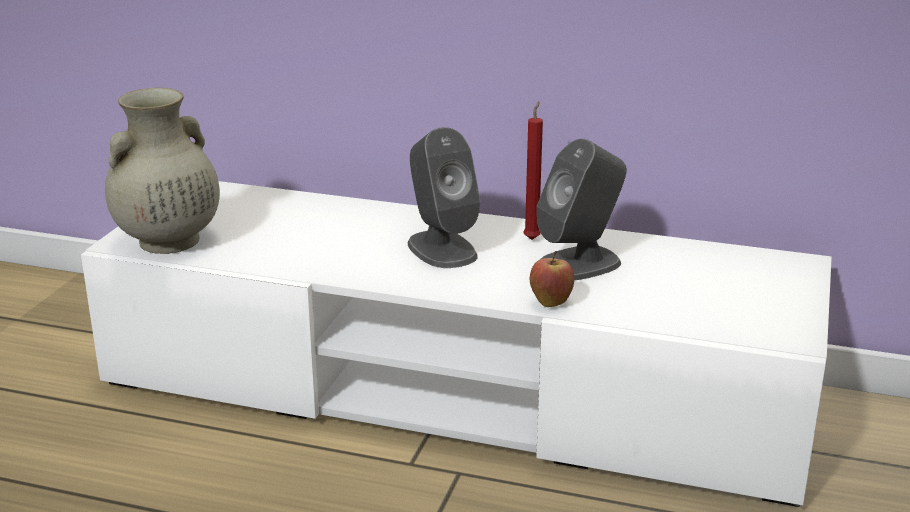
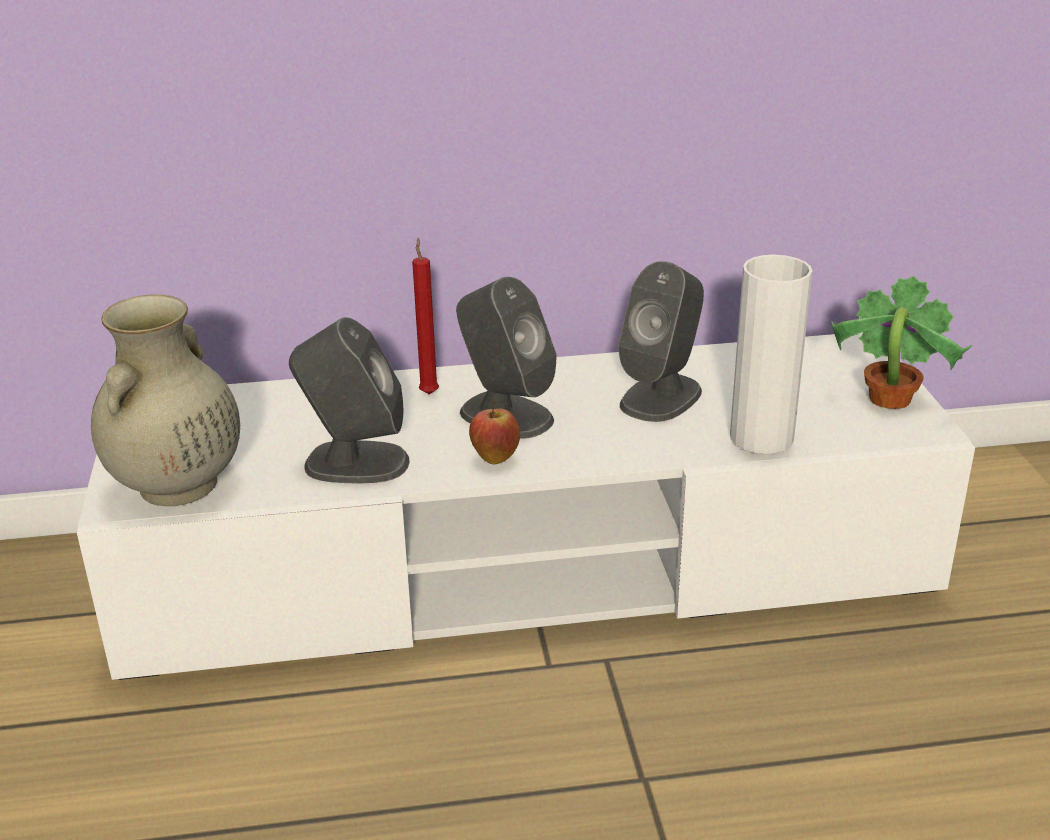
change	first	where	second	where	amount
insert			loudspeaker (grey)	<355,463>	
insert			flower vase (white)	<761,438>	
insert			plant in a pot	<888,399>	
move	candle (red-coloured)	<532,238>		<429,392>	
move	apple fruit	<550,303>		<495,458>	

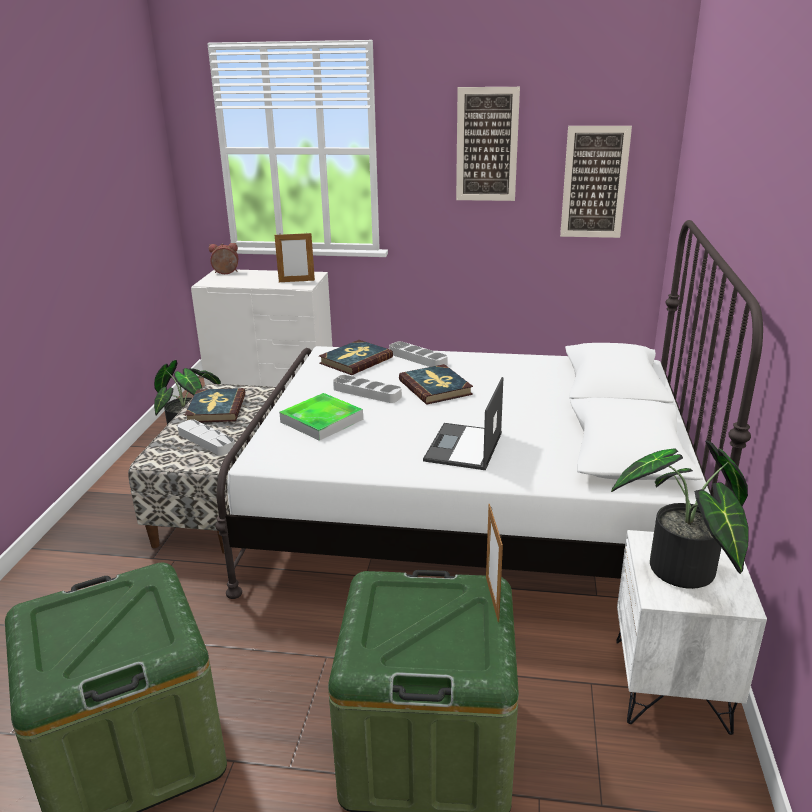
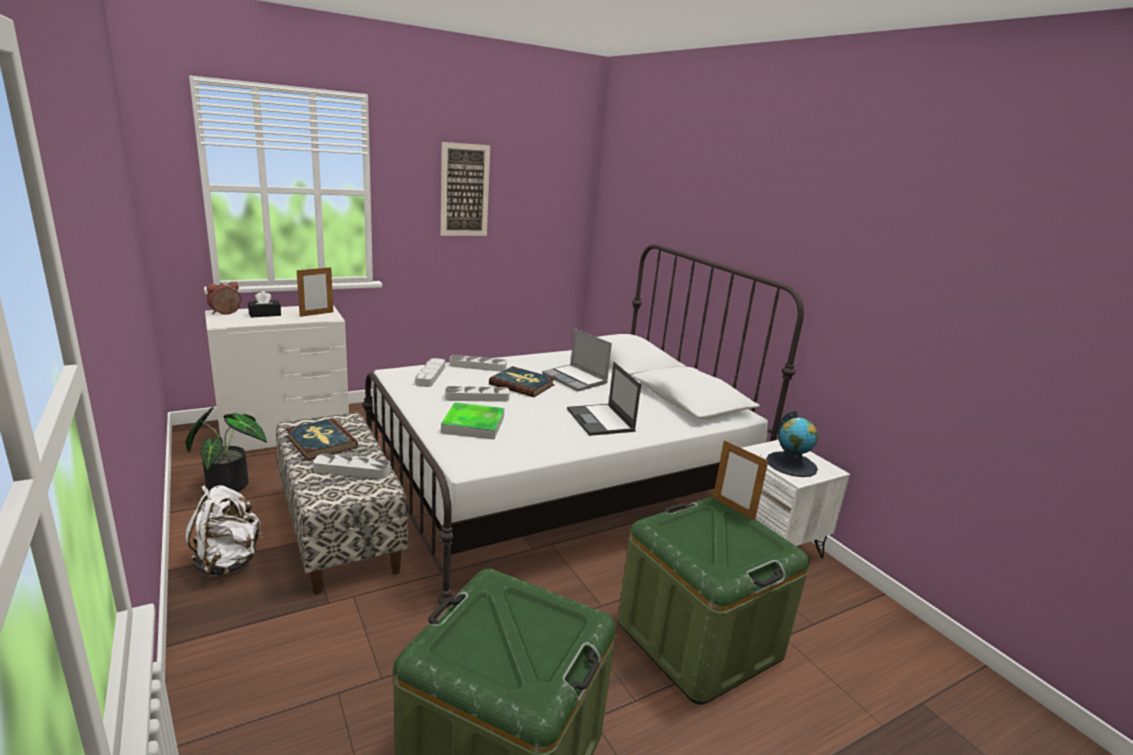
change	first	where	second	where	amount
delete	wall picture	<594,182>			
insert			backpack (white)	<228,561>	
insert			tissue box (black-coloured)	<265,314>	
insert			portable computer	<575,379>	
replace	bound book	<355,360>	serving tray (grey)	<430,375>	
replace	plant in a pot	<681,575>	globe	<791,464>	

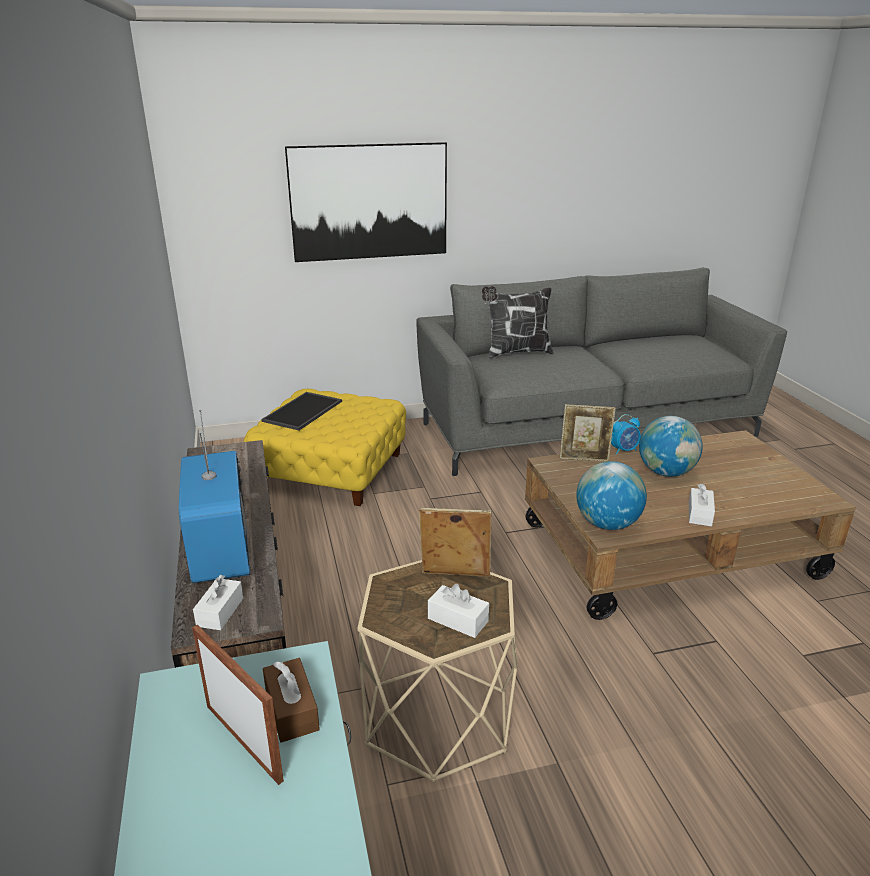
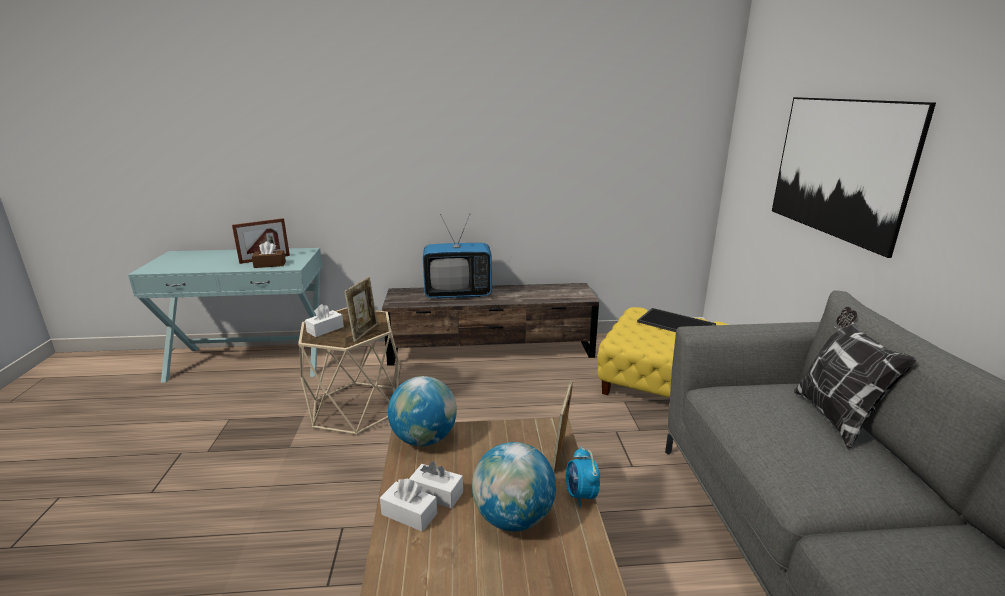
change	first	where	second	where	amount
move	tissue box (white)	<220,612>		<436,493>	

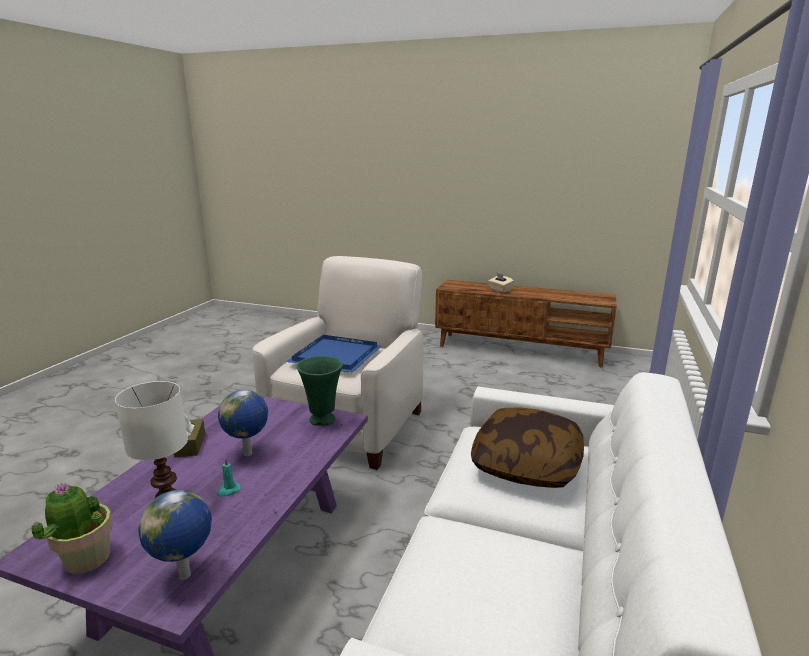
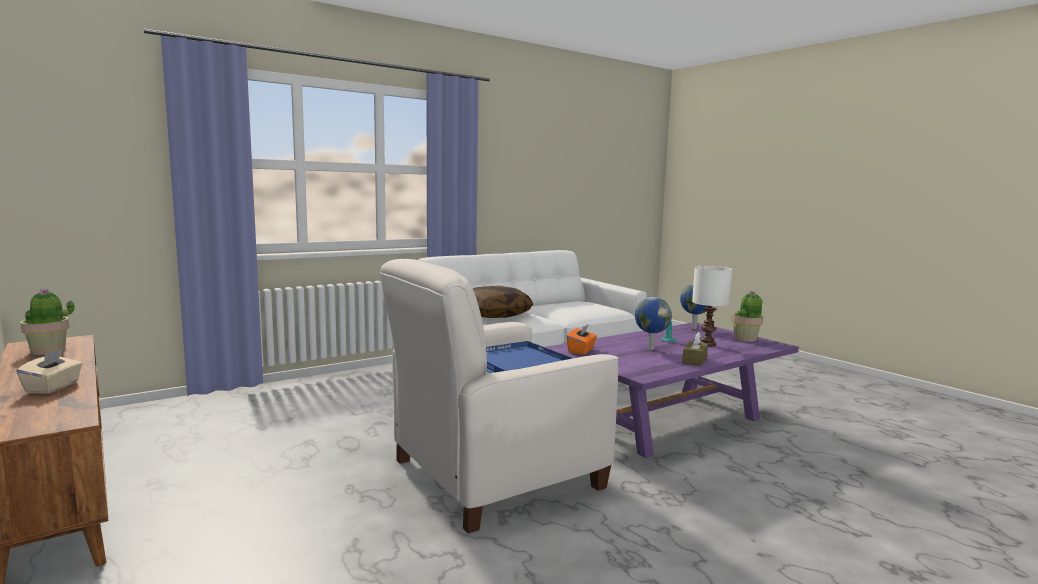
change	first	where	second	where	amount
insert			plant in a pot	<48,351>	
replace	flower vase (green-coloured)	<323,420>	tissue box (orange-coloured)	<581,351>	

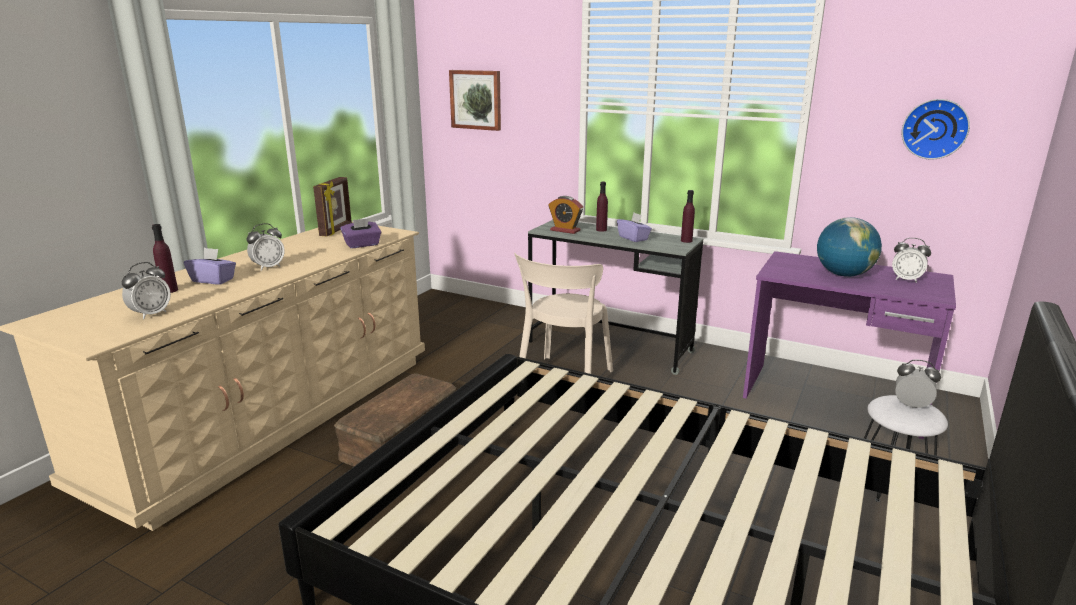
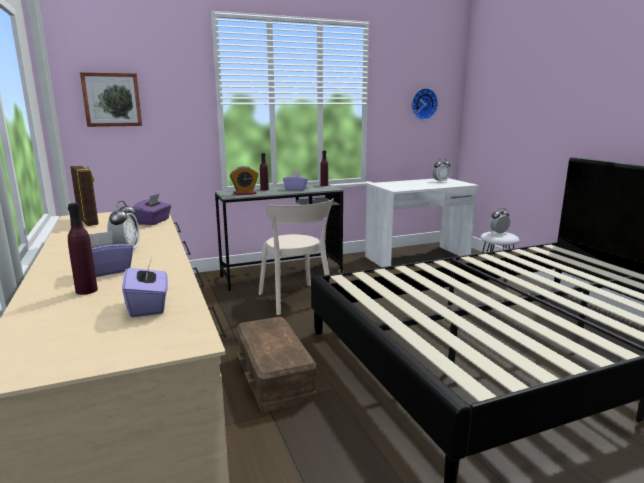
change	first	where	second	where	amount
delete	globe	<843,275>			
replace	alarm clock	<151,314>	tissue box (purple)	<149,306>	
recolor	desk table (purple)	<833,399>	desk table (white)	<418,258>	

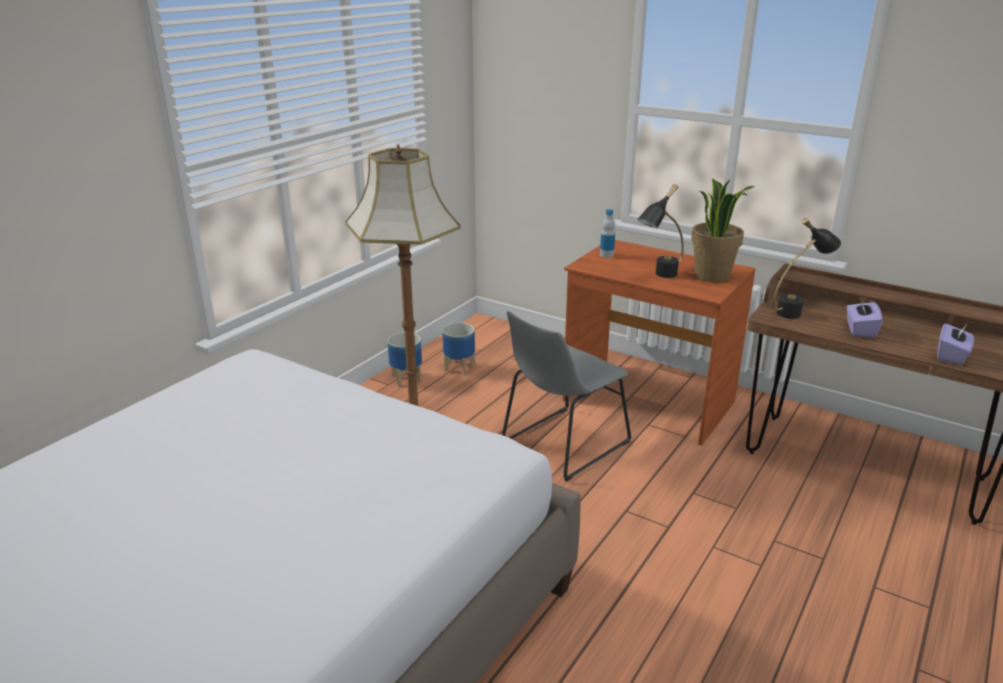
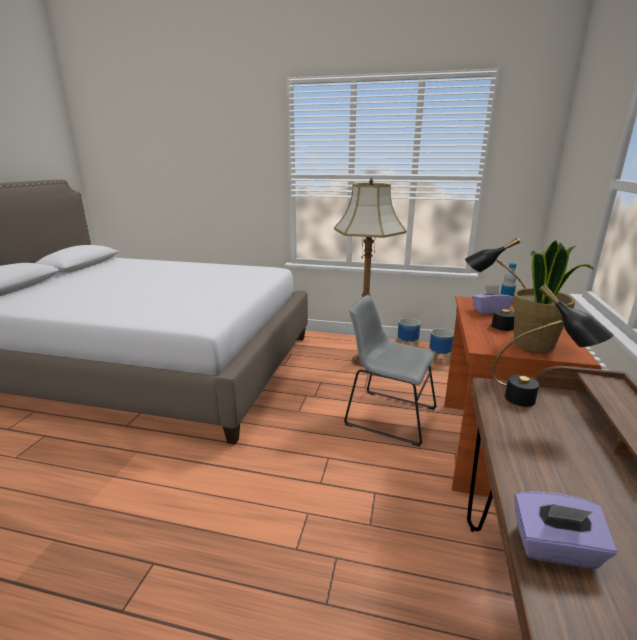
change	first	where	second	where	amount
move	tissue box (purple)	<860,330>		<489,311>	

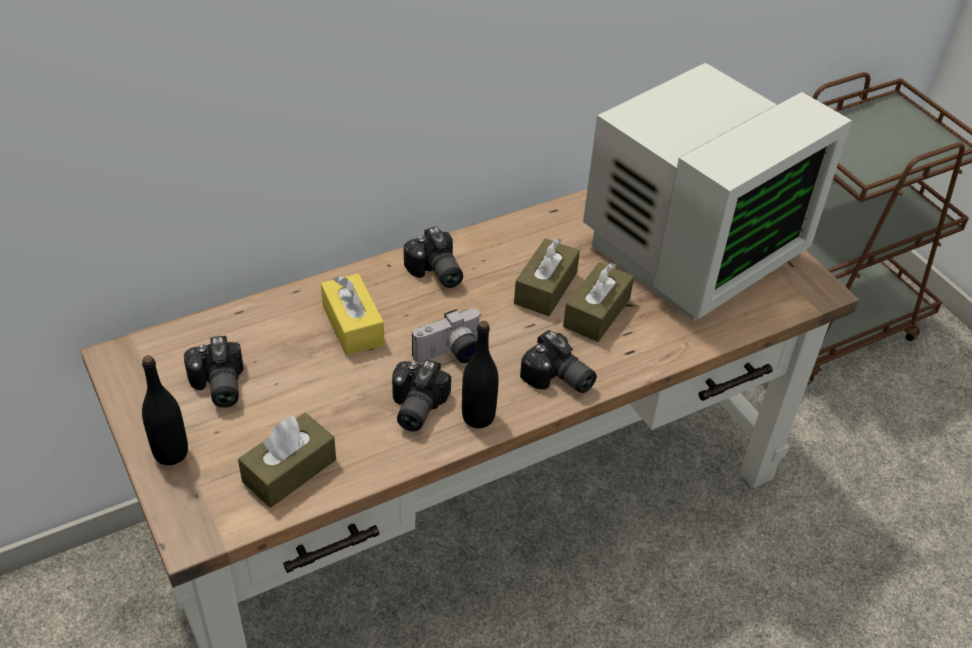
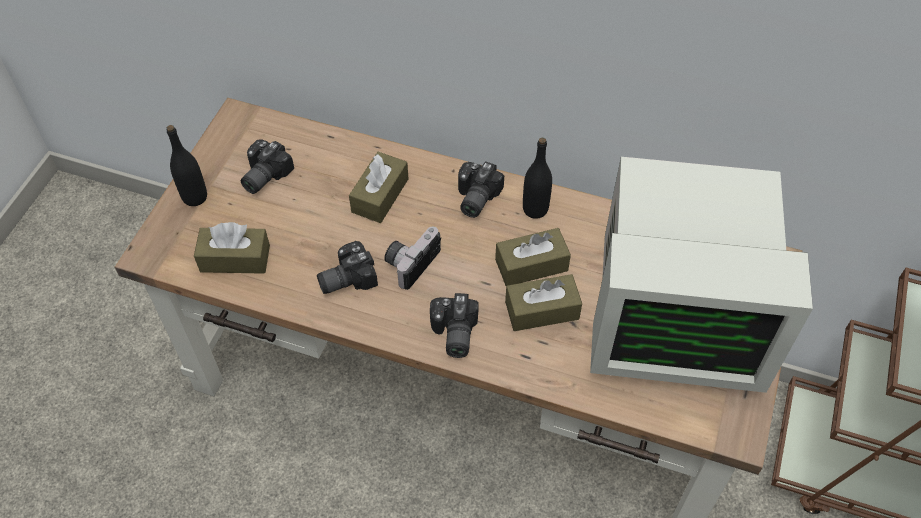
change	first	where	second	where	amount
move	beverage bottle (black-coloured)	<478,417>		<535,209>	
recolor	tissue box (yellow-coloured)	<353,325>	tissue box (brown)	<380,195>	
rotate	photo camera	<451,354>		<411,262>	105 degrees clockwise

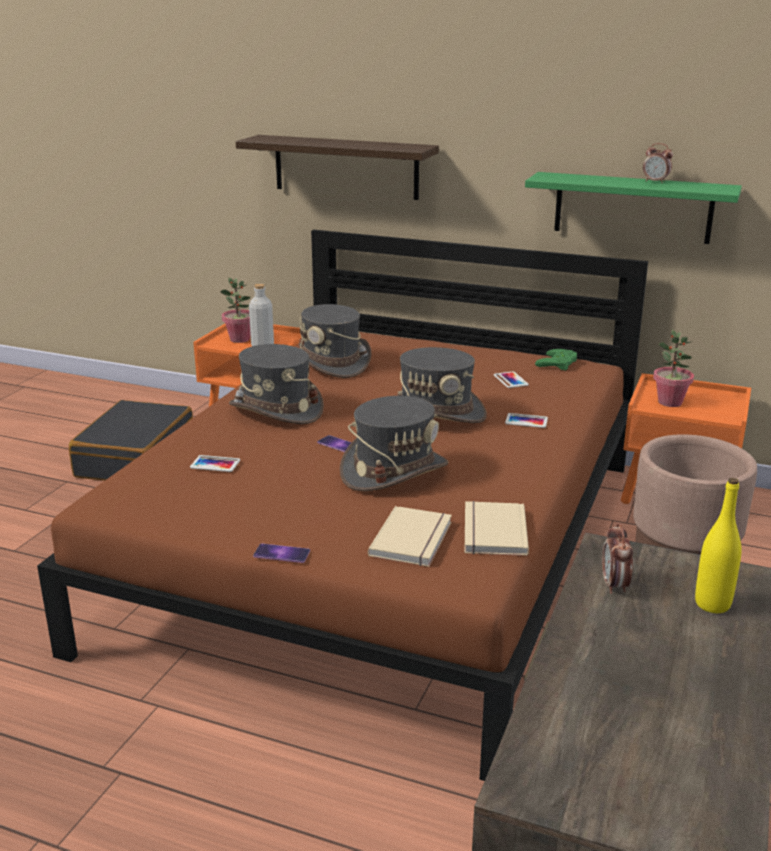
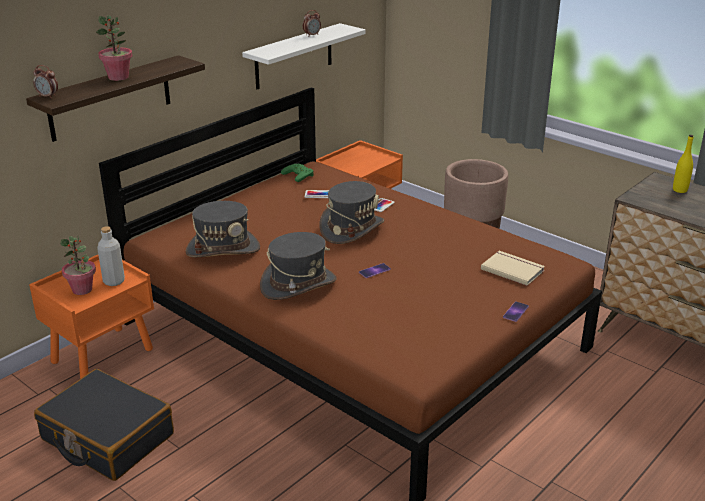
change	first	where	second	where	amount
delete	handset	<215,464>			
delete	clothing hat (grey)	<394,471>			
delete	bound book (sand-coloured)	<492,532>			
move	alarm clock	<614,585>		<48,96>	
move	plant in a pot	<670,402>		<118,77>	
recolor	bracket shelf (green-coloured)	<633,207>	bracket shelf (white)	<294,56>	

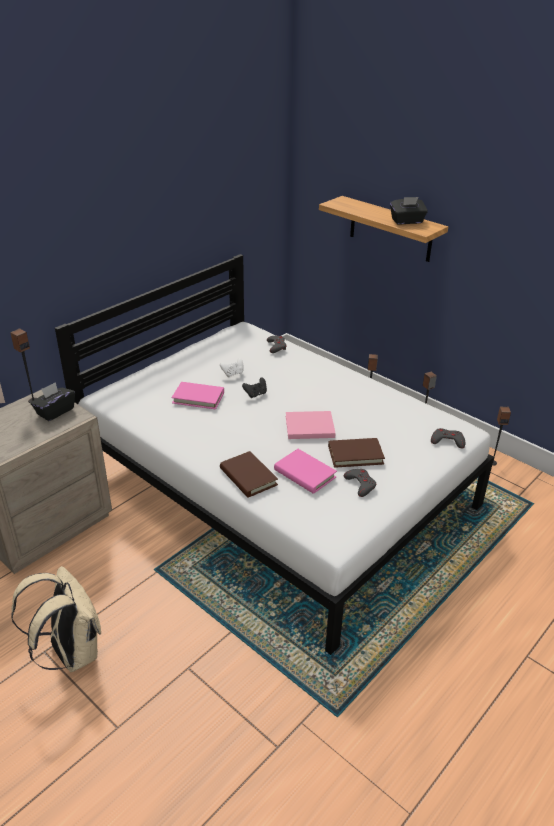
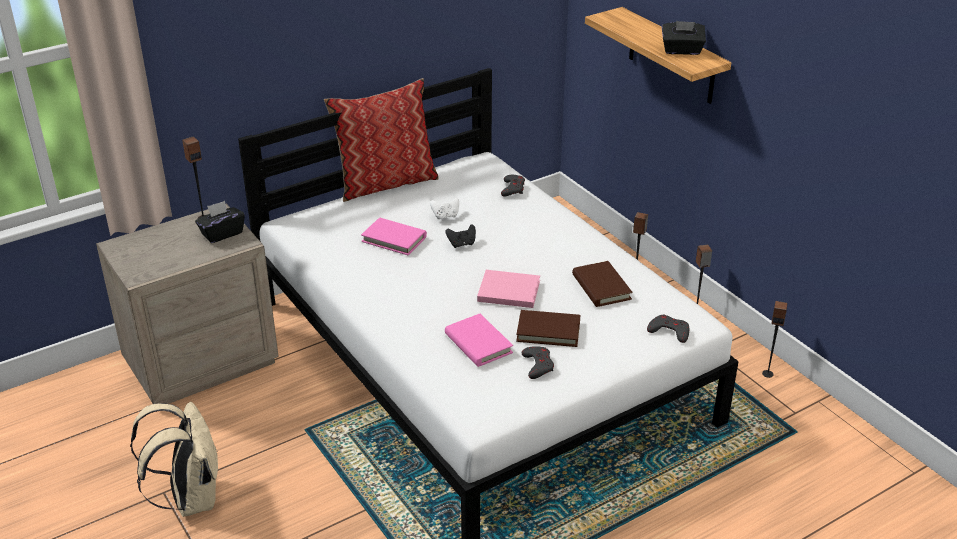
change	first	where	second	where	amount
insert			cushion	<385,182>	
move	bound book (brown)	<248,477>		<601,287>	

